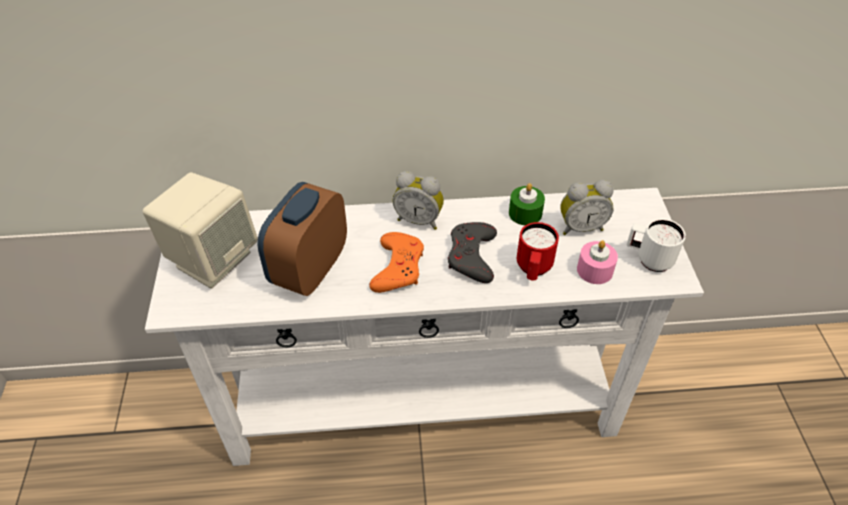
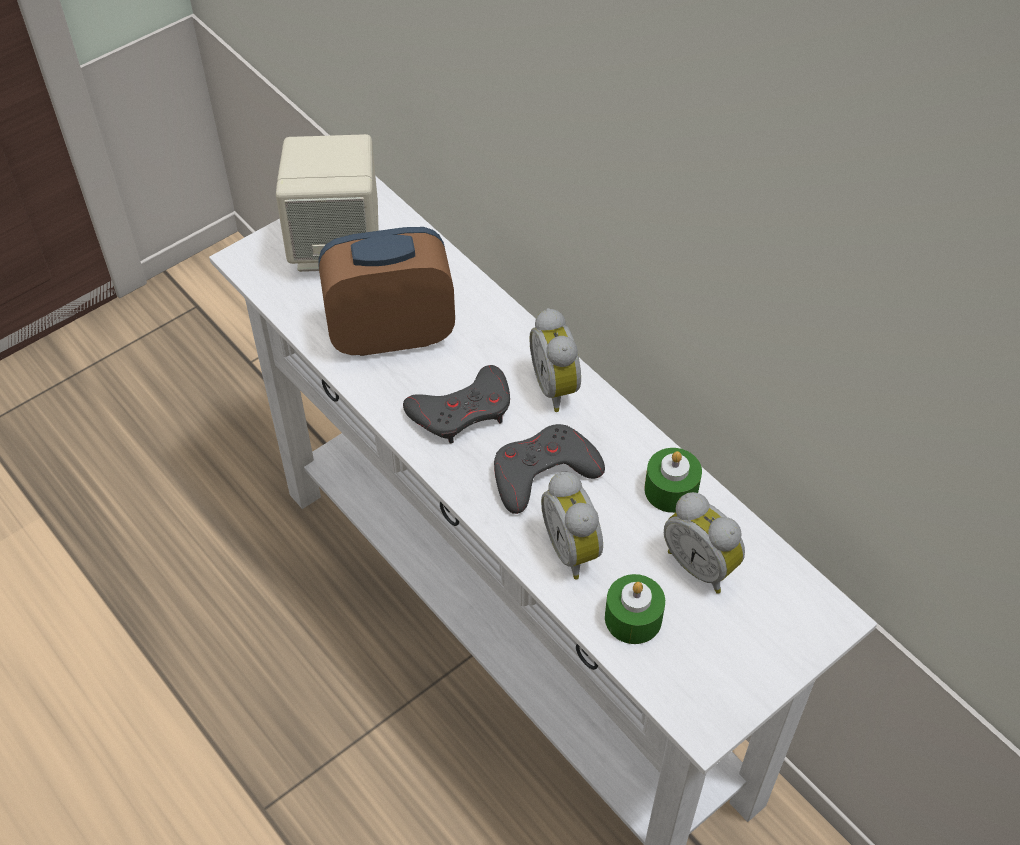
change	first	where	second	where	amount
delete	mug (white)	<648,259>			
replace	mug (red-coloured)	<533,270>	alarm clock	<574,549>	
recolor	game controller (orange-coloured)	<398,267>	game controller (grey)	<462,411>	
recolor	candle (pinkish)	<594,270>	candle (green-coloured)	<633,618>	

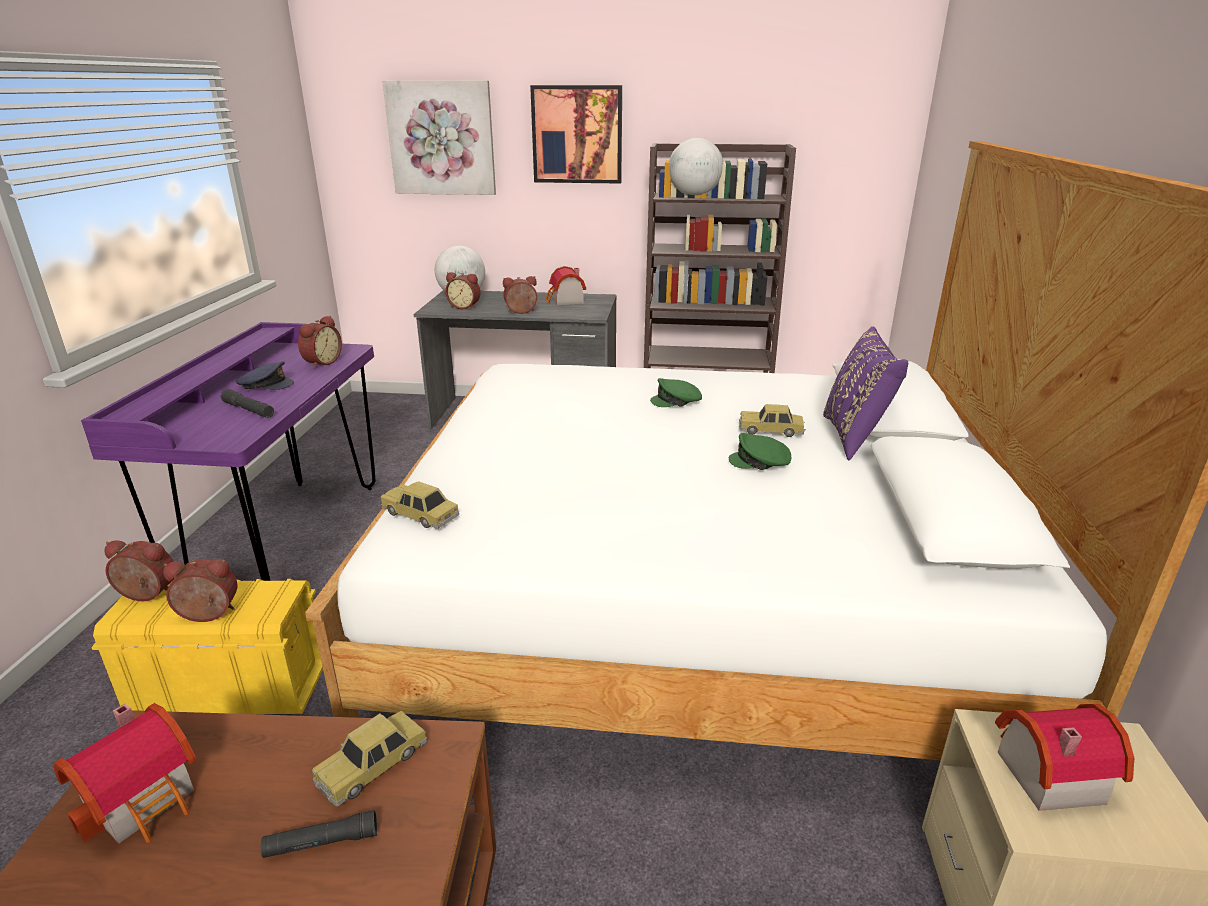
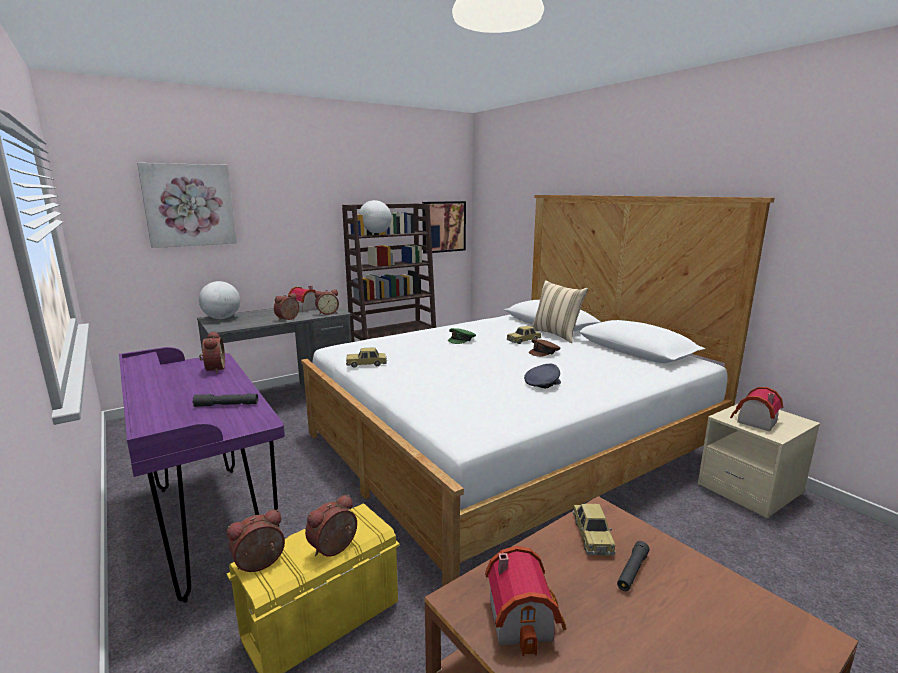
change	first	where	second	where	amount
move	peaked cap (grey)	<266,385>		<542,384>	
move	toy car	<420,515>		<366,364>	
move	alarm clock	<465,307>		<327,313>	
move	wall picture	<577,135>		<443,226>	
recolor	peaked cap (green-coloured)	<761,462>	peaked cap (brown)	<544,352>	
recolor	cushion (purple)	<855,437>	cushion (sand-coloured)	<556,335>	

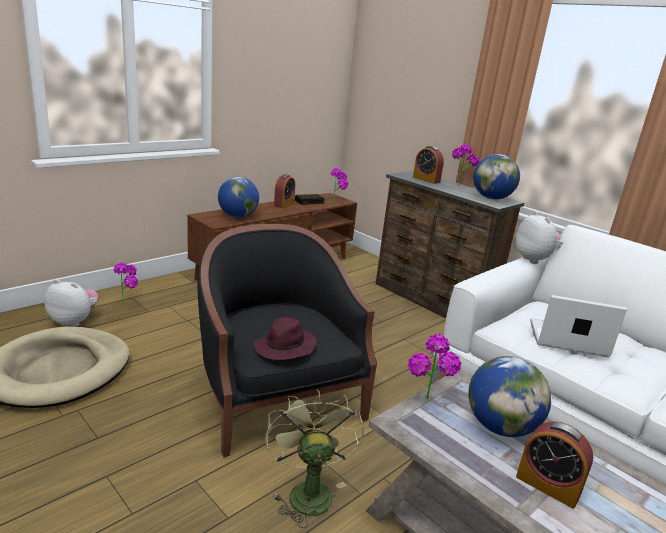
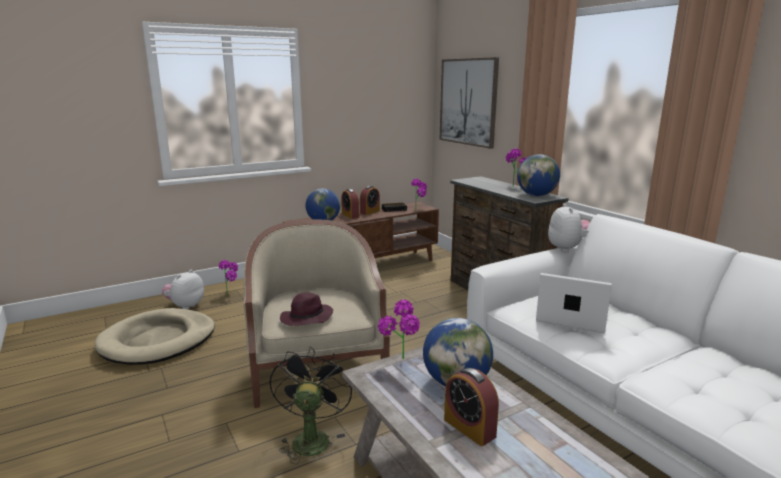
change	first	where	second	where	amount
insert			wall picture	<468,102>	
move	alarm clock	<426,180>		<350,215>	
recolor	lounge chair (black-coloured)	<277,399>	lounge chair (sand-coloured)	<318,369>	
recolor	electric fan (green-coloured)	<307,490>	electric fan (black-coloured)	<311,437>	
rotate	plush toy	<74,321>		<185,306>	90 degrees counterclockwise

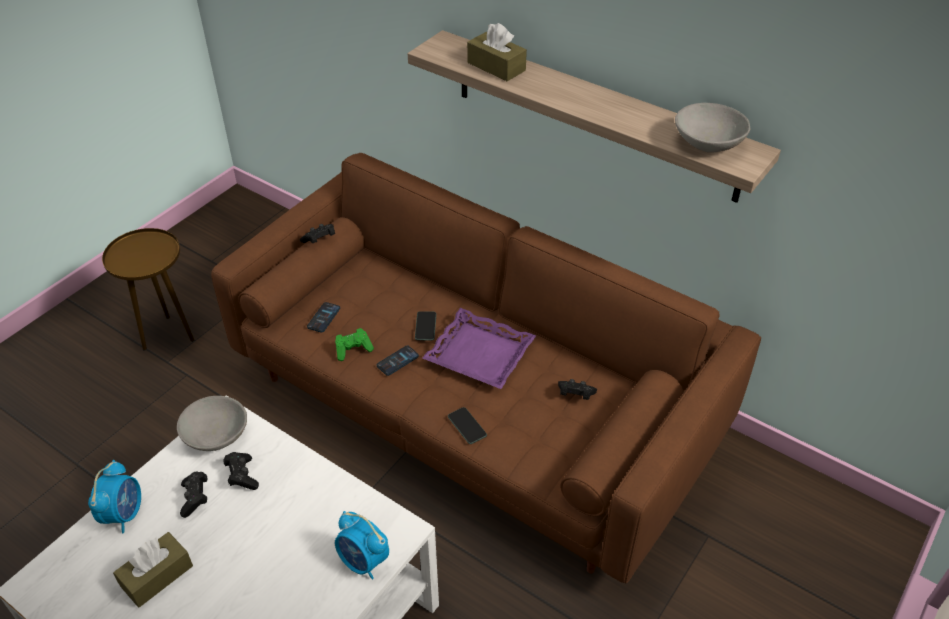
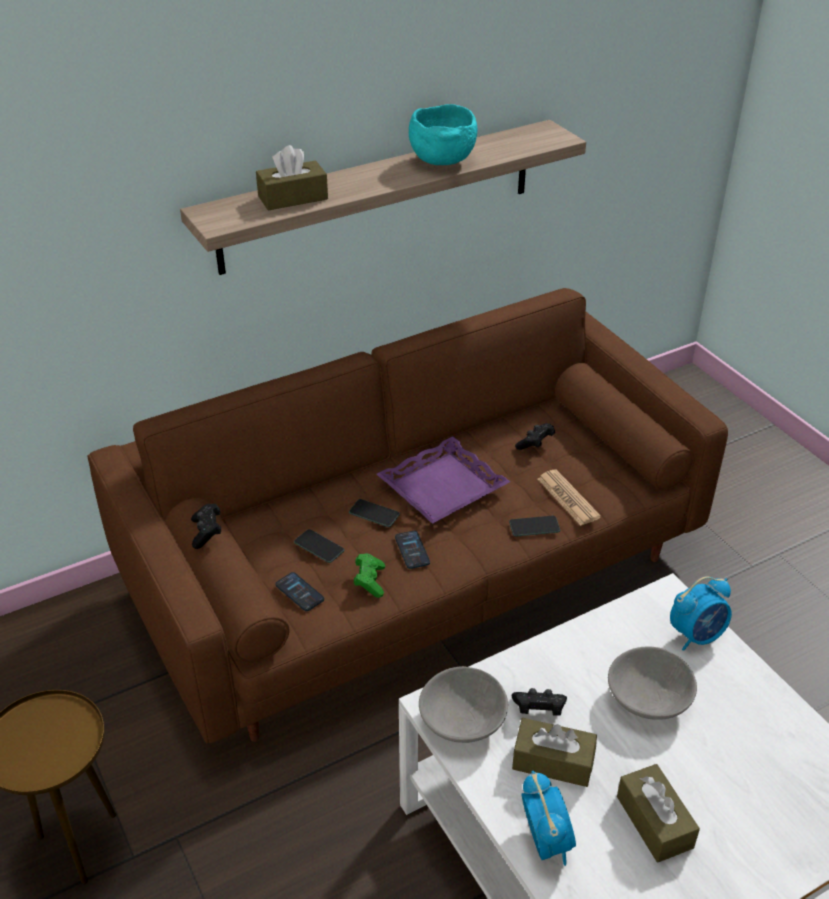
change	first	where	second	where	amount
insert			handset	<319,546>	
insert			deep dish (turquoise)	<442,160>	
insert			daily paper	<568,498>	
move	deep dish (grey)	<708,144>		<649,700>	
replace	game controller (black-coloured)	<195,498>	tissue box (brown)	<553,761>	
rotate	alarm clock	<124,513>		<545,841>	45 degrees clockwise

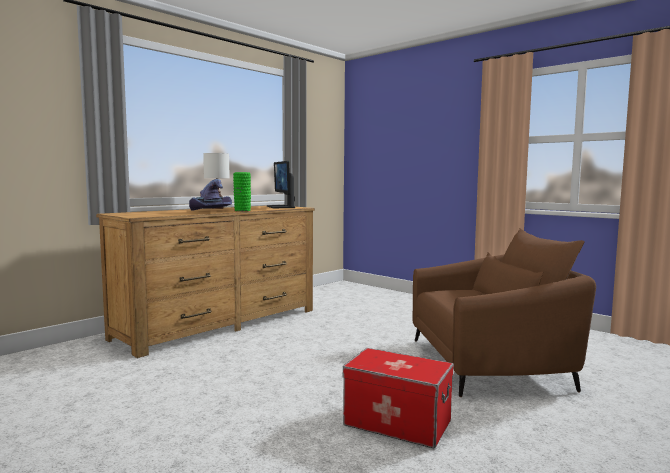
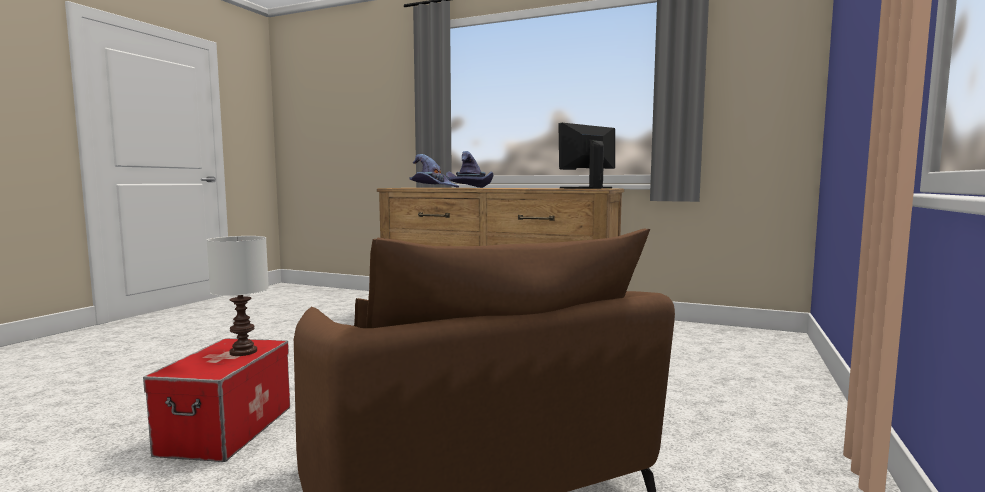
change	first	where	second	where	amount
delete	flower vase (green-coloured)	<242,210>			
insert			clothing hat (purple)	<432,187>	
move	tabletop lamp (white)	<217,208>		<244,351>	

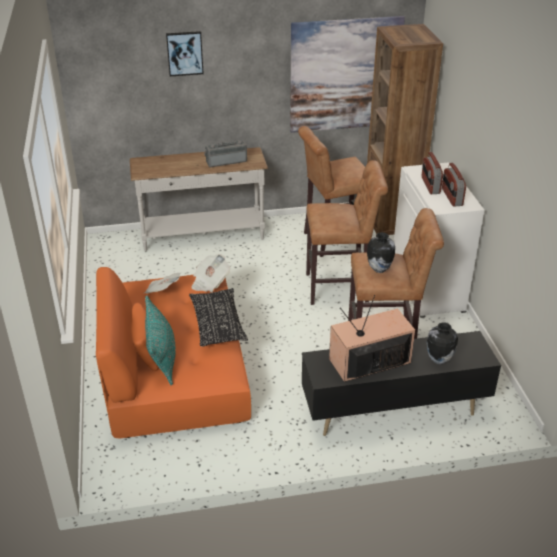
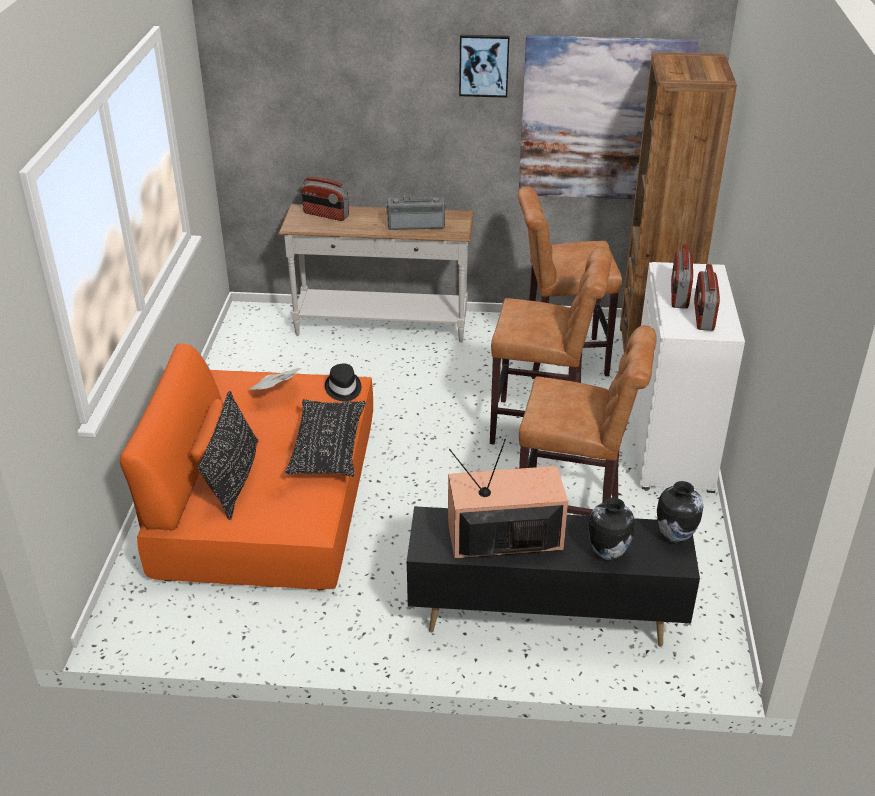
change	first	where	second	where	amount
insert			radio set	<326,215>	
move	wall picture	<184,53>		<484,65>	
move	flower vase	<379,269>		<674,536>	
replace	daily paper	<210,282>	clothing hat (black-coloured)	<343,388>	
recolor	cushion (turquoise)	<162,356>	cushion (black-coloured)	<235,478>	

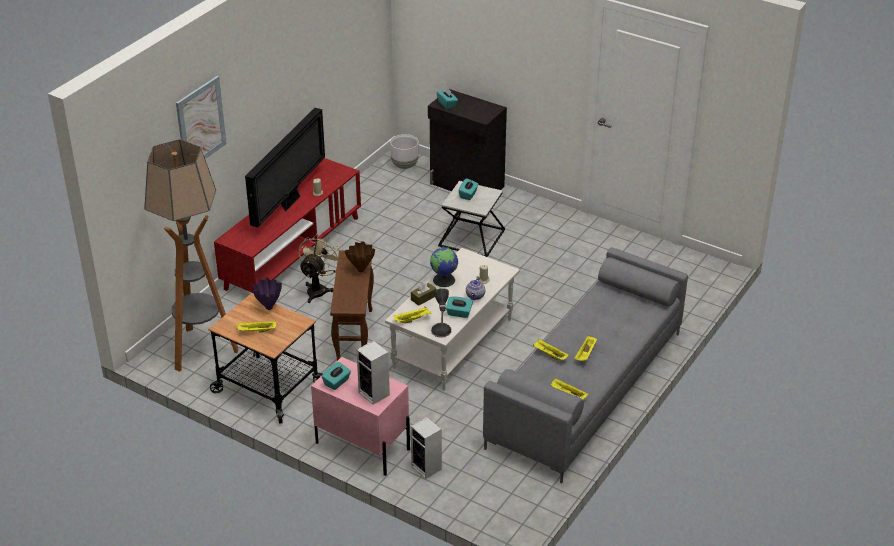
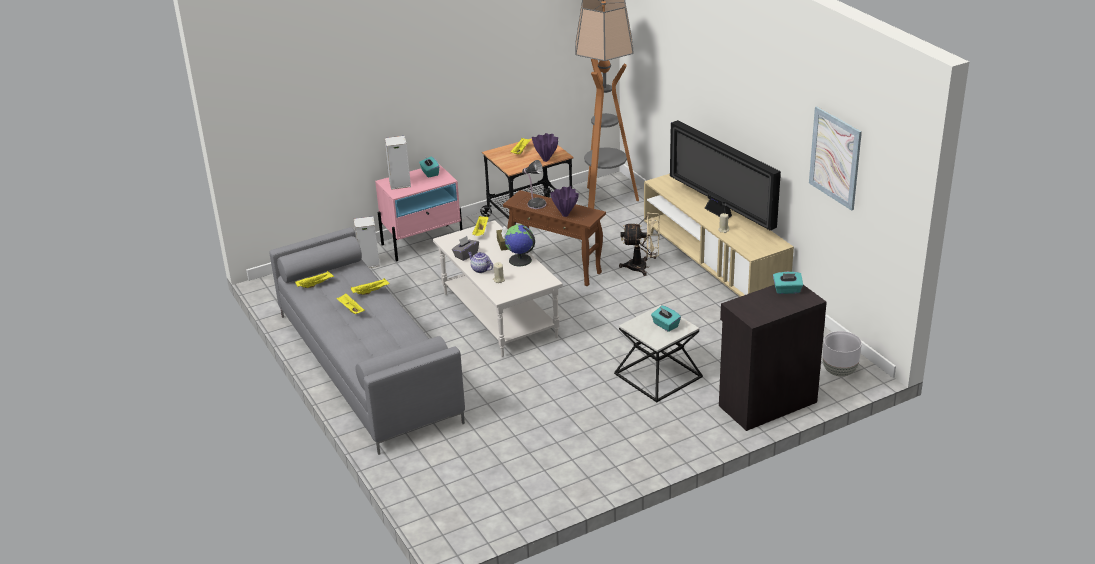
change	first	where	second	where	amount
move	wall picture	<201,123>		<835,157>	
move	tabletop lamp	<441,331>		<535,204>	
recolor	media console (red-coloured)	<293,253>	media console (sand-coloured)	<713,266>	
recolor	flower vase (brown)	<361,270>	flower vase (purple)	<565,215>	
recolor	tissue box (turquoise)	<459,313>	tissue box (grey)	<465,255>	
rotate	electric fan (sand-coloured)	<318,289>		<643,267>	45 degrees counterclockwise

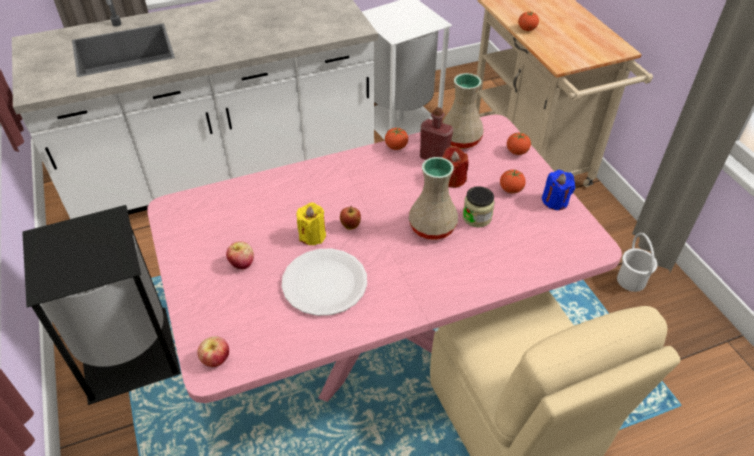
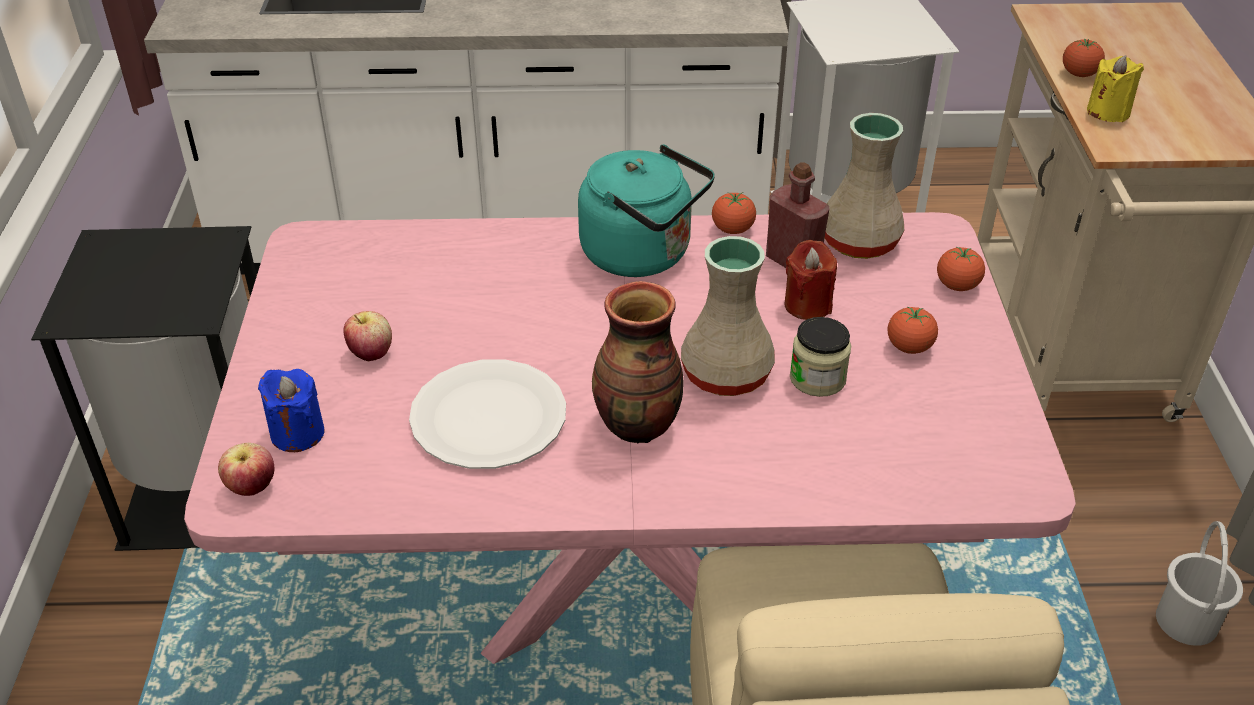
change	first	where	second	where	amount
delete	apple fruit	<350,226>			
insert			tea kettle (turquoise)	<643,254>	
insert			flower vase	<638,426>	
move	candle (yellow-coloured)	<312,235>		<1108,112>	
move	candle (bluish)	<555,201>		<297,433>	

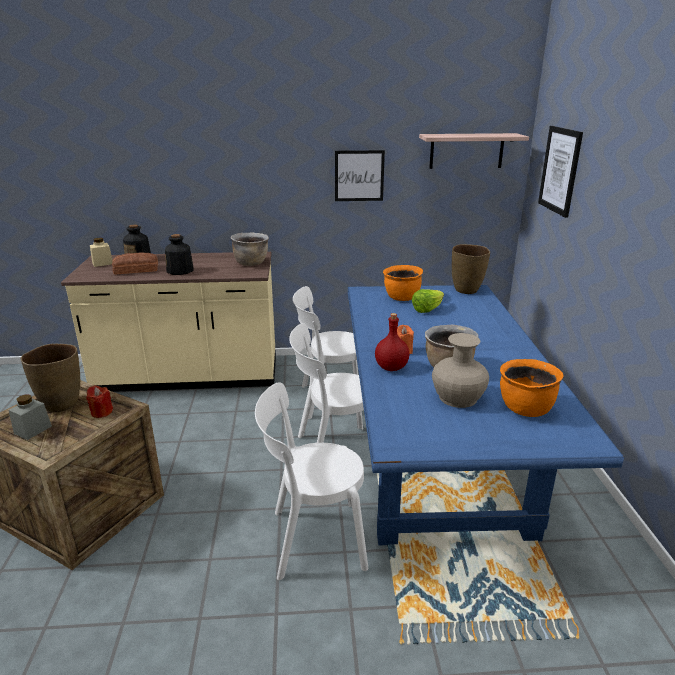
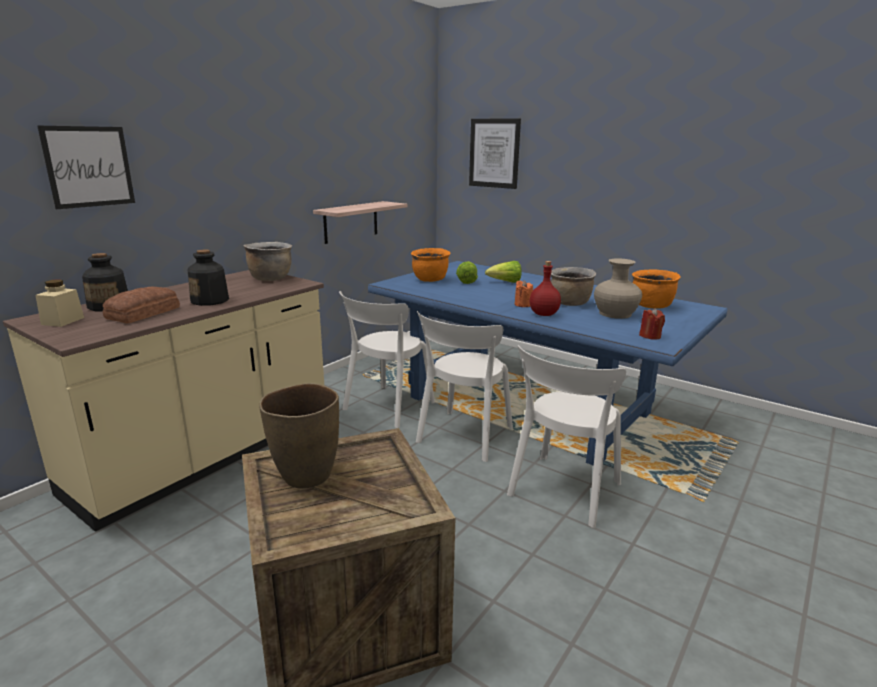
change	first	where	second	where	amount
delete	jar (grey)	<33,430>			
delete	flower vase (brown)	<467,290>			
insert			lettuce	<505,282>	
move	candle (red-coloured)	<101,412>		<650,336>	
move	wall picture	<359,176>		<89,166>	
move	bracket shelf	<466,151>		<351,222>	

